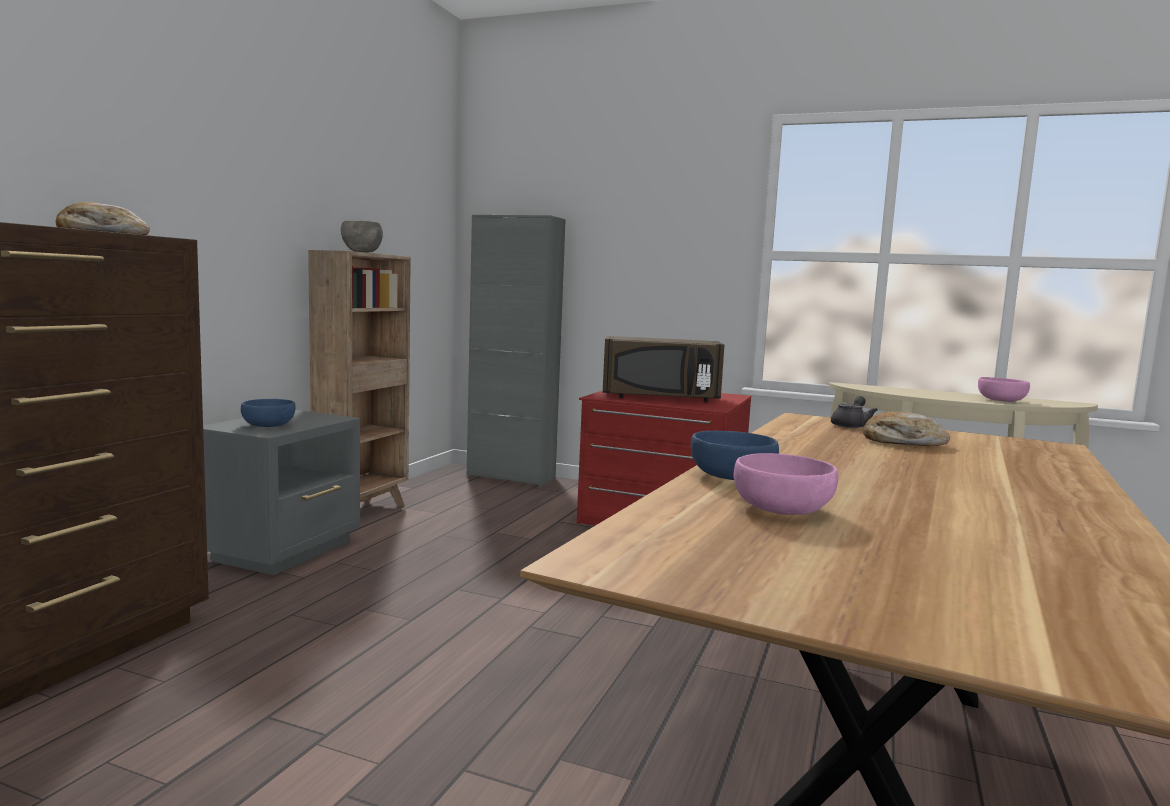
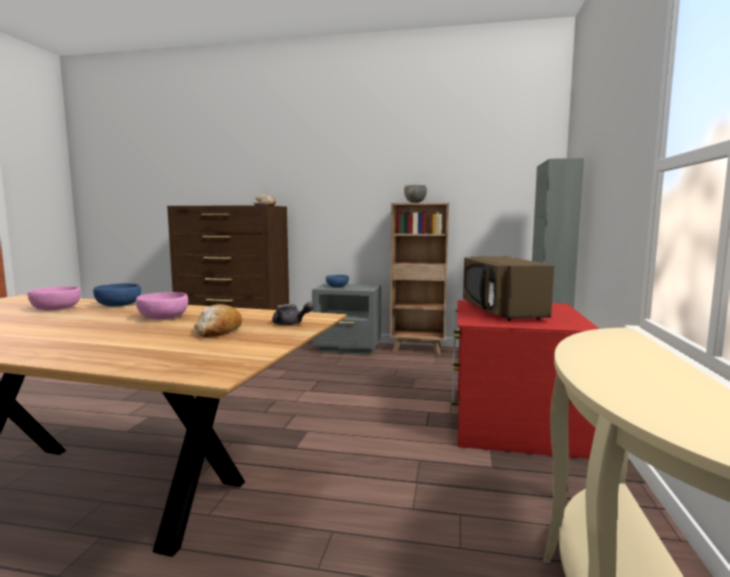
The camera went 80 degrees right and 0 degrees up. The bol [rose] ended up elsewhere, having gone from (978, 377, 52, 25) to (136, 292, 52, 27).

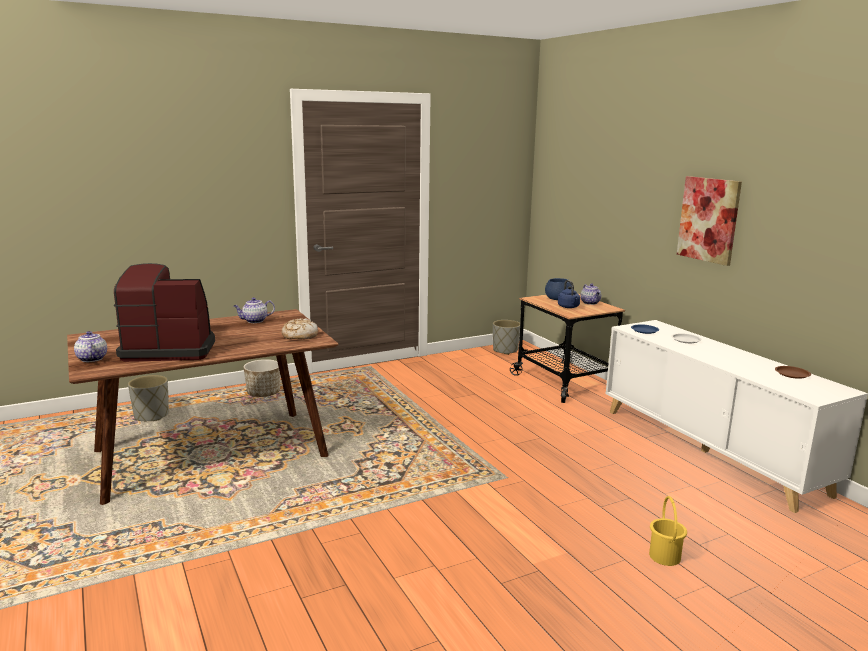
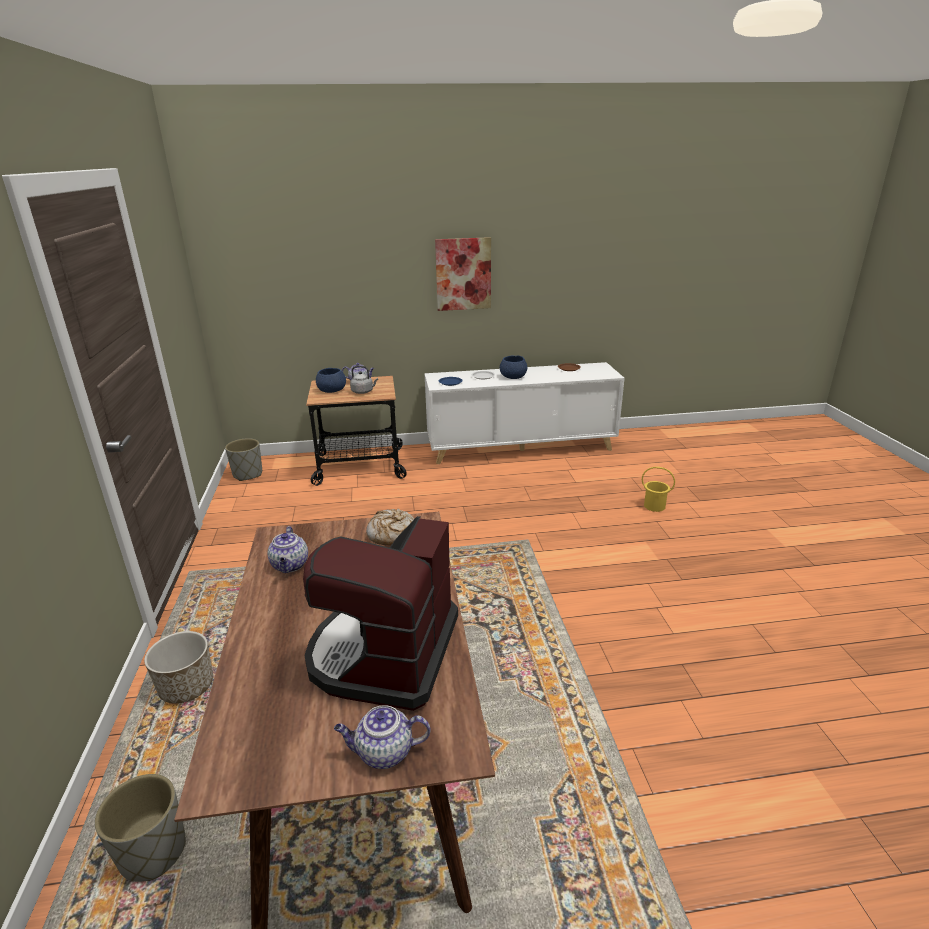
The camera went 70 degrees left and 10 degrees up. What was the bouilloire [bleu] at (558, 280, 22, 28) turned into the bouilloire [gris] at (350, 366, 28, 28). The second view gained the bol [bleu] at (500, 355, 27, 24).

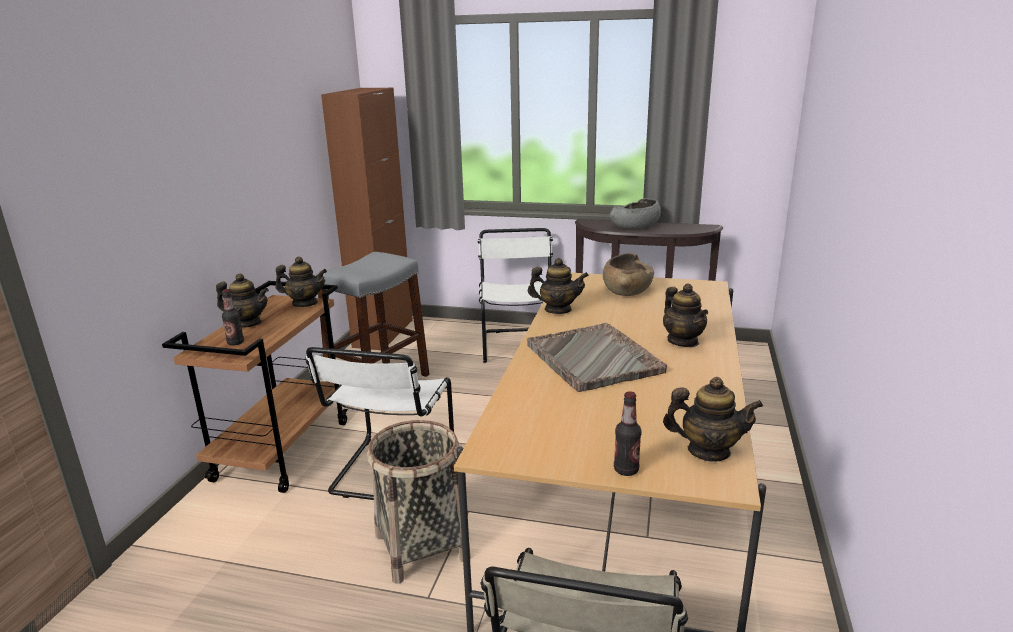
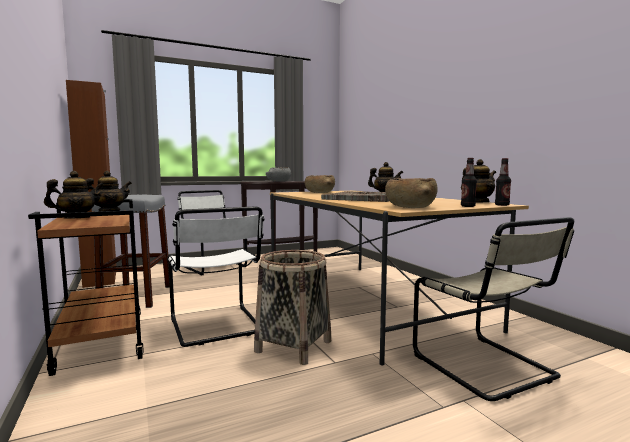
The camera went 40 degrees left and 15 degrees down. The bouteille ended up elsewhere, having gone from (222, 289, 22, 57) to (495, 158, 16, 48). The second view lost the théière at (528, 258, 61, 56). The second view gained the bol [marron] at (385, 178, 52, 30).

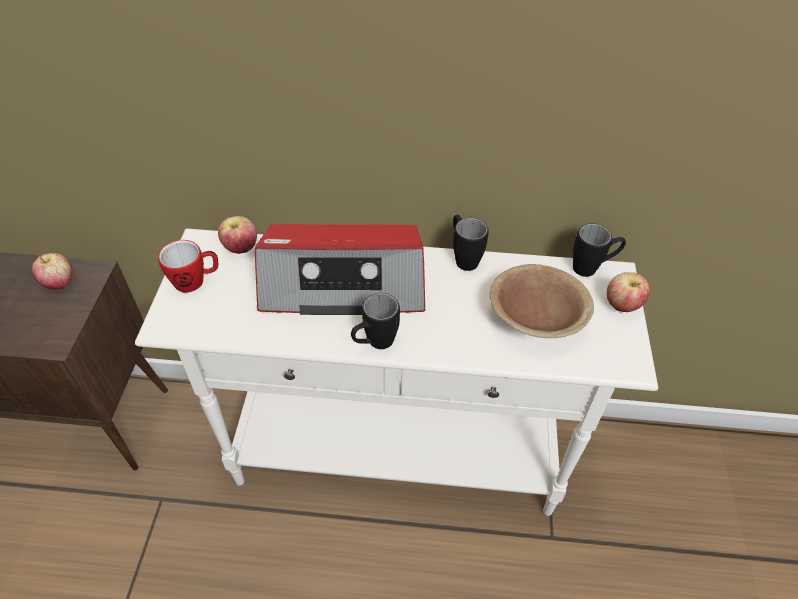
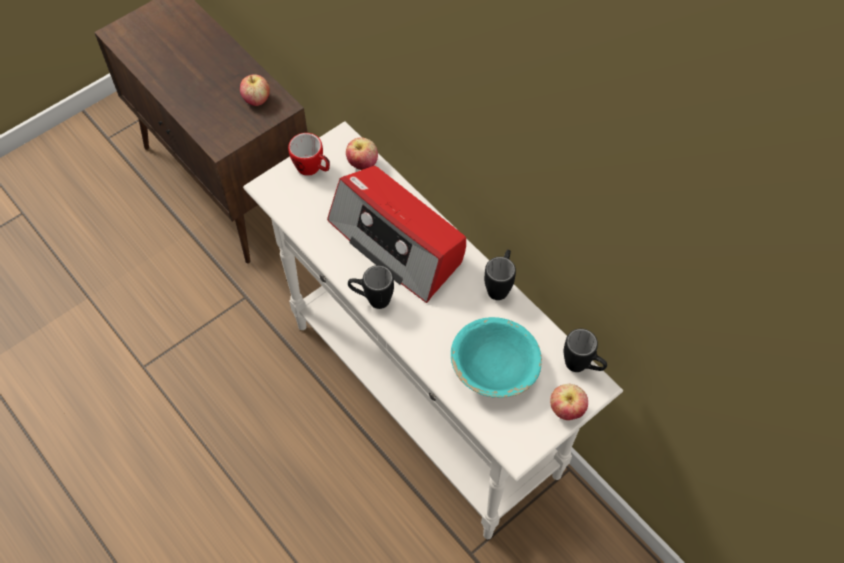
The camera went 45 degrees right and 10 degrees up. What was the bol [marron] at (490, 264, 104, 74) turned into the bol [turquoise] at (451, 317, 91, 81).

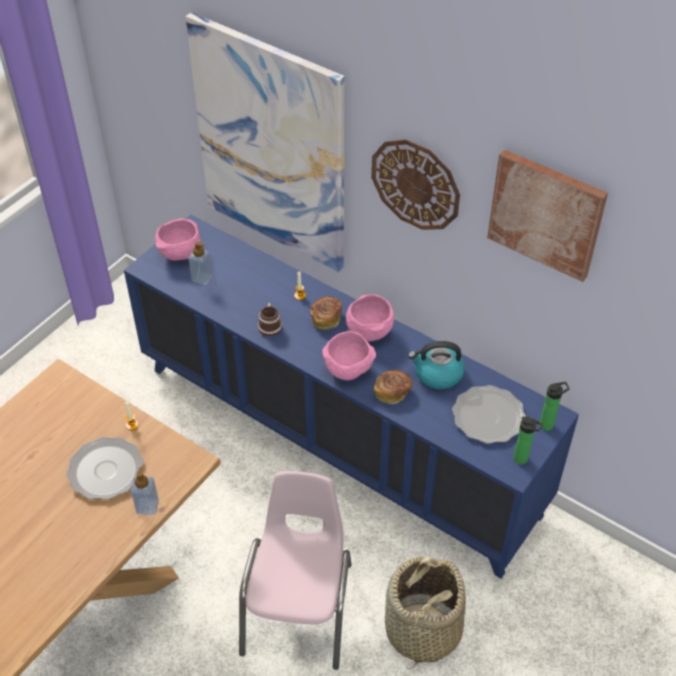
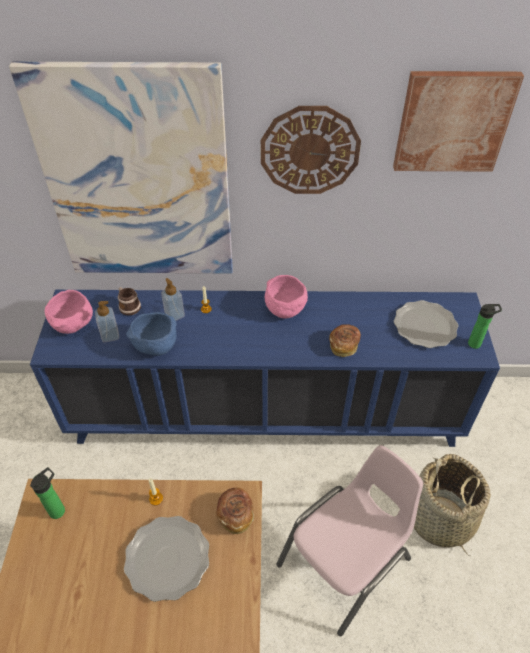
The camera went 35 degrees left and 0 degrees up. The distributeur de savon ended up elsewhere, having gone from (131, 467, 28, 48) to (161, 278, 24, 43). The chaise [rose] at (239, 471, 113, 199) ended up facing another way, 75 degrees clockwise from before. The mug ended up elsewhere, having gone from (258, 303, 24, 33) to (118, 287, 23, 28). The pain ended up elsewhere, having gone from (310, 296, 32, 34) to (216, 488, 38, 46). The second view lost the bol [rose] at (322, 331, 54, 49). The second view lost the bouilloire at (408, 341, 57, 48). The bouteille ended up elsewhere, having gone from (540, 382, 30, 49) to (30, 467, 35, 52). The second view gained the bol [bleu] at (126, 312, 51, 44).

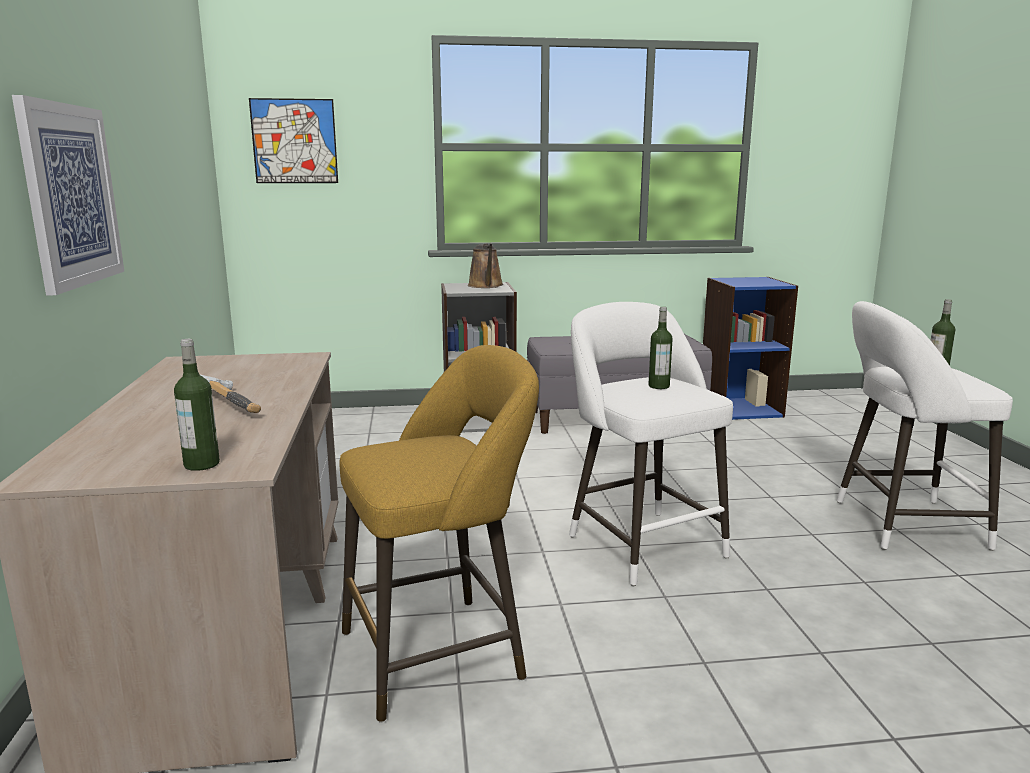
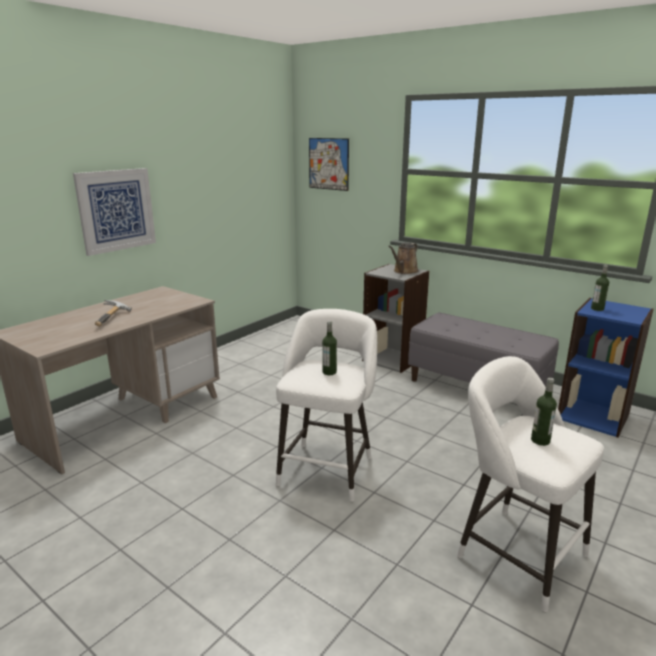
The camera went 45 degrees right and 5 degrees up. The bouteille ended up elsewhere, having gone from (174, 339, 46, 132) to (591, 265, 18, 46). The second view lost the tabouret [jaune] at (340, 345, 199, 378).

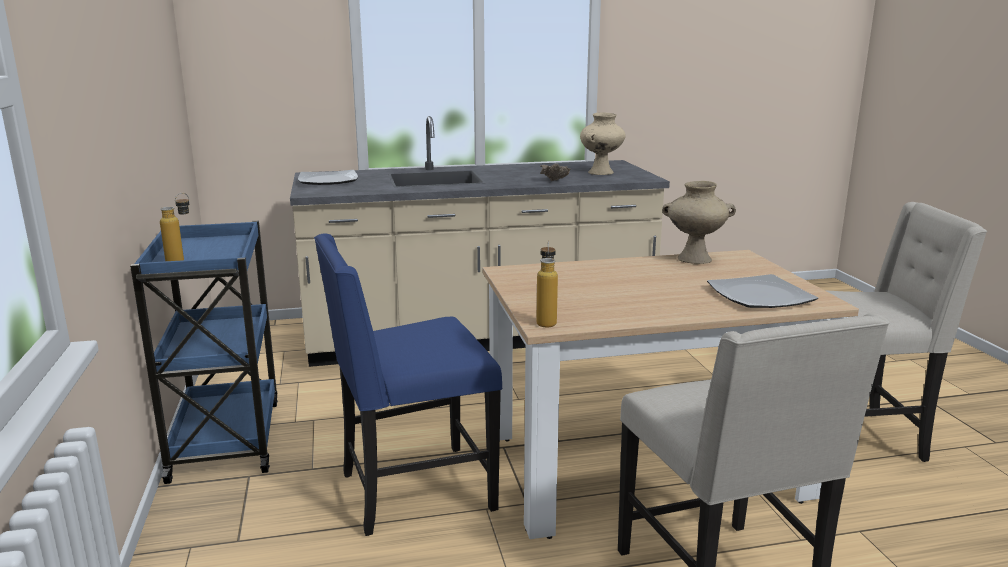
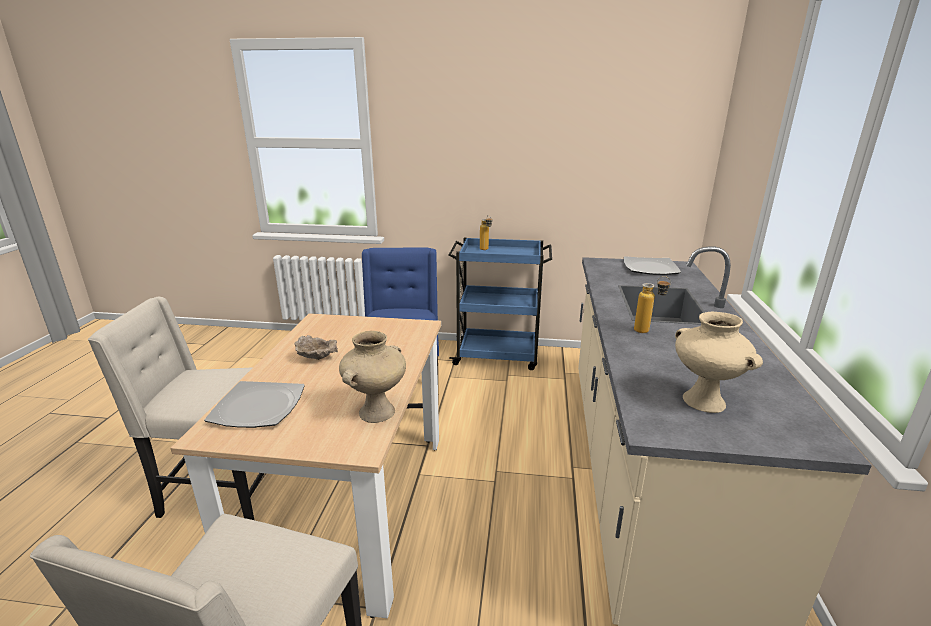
The camera went 110 degrees right and 5 degrees up. The bouteille ended up elsewhere, having gone from (536, 240, 22, 87) to (634, 276, 37, 57). The bol [beige] ended up elsewhere, having gone from (540, 163, 31, 18) to (294, 335, 44, 25).

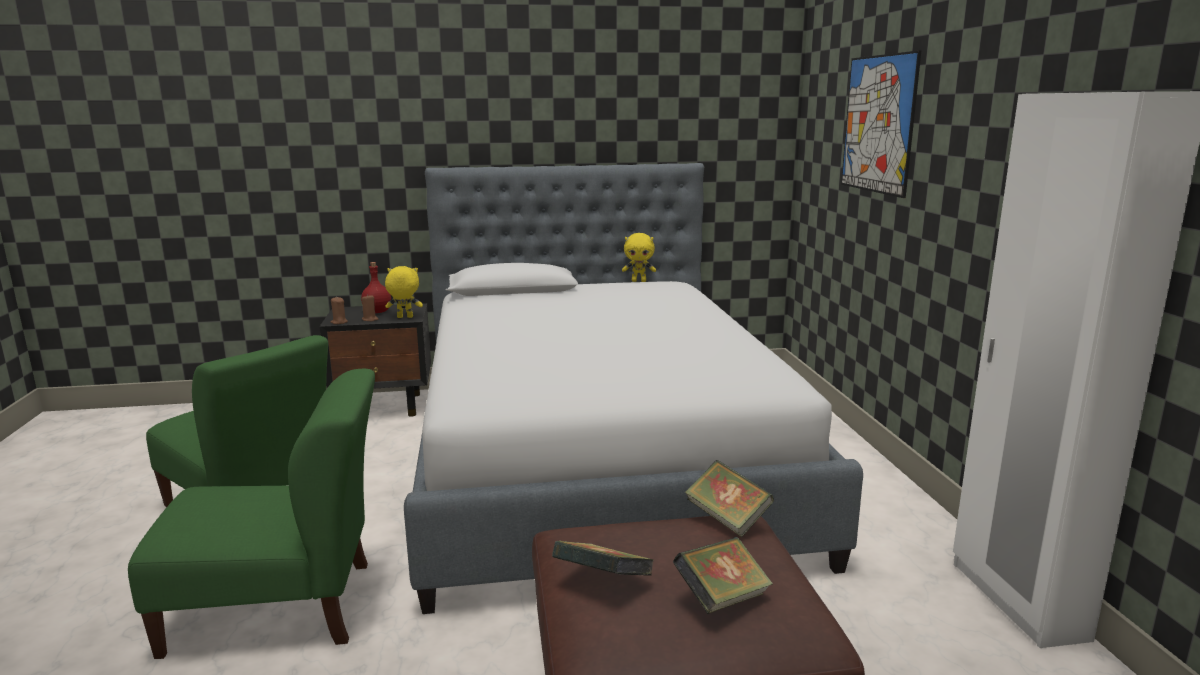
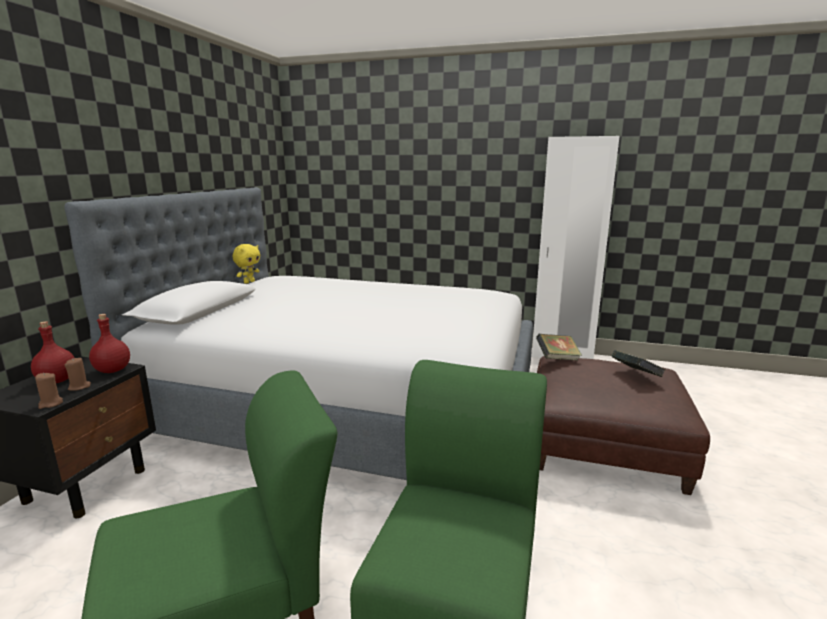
The camera went 65 degrees left and 0 degrees up. Where the peluche [jaune] stood at (385, 266, 38, 52), the bouteille [rouge] came to stand at (89, 314, 41, 59). The second view lost the livre at (552, 541, 102, 35). The second view lost the tableau at (841, 50, 80, 148).

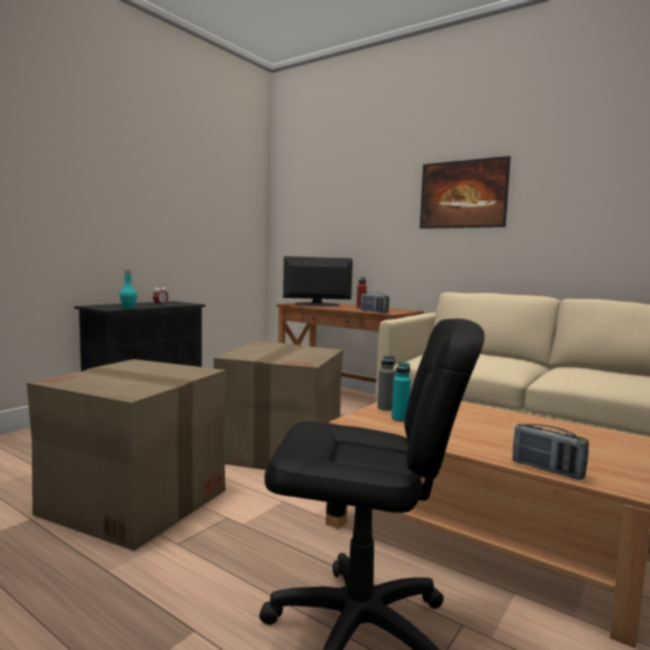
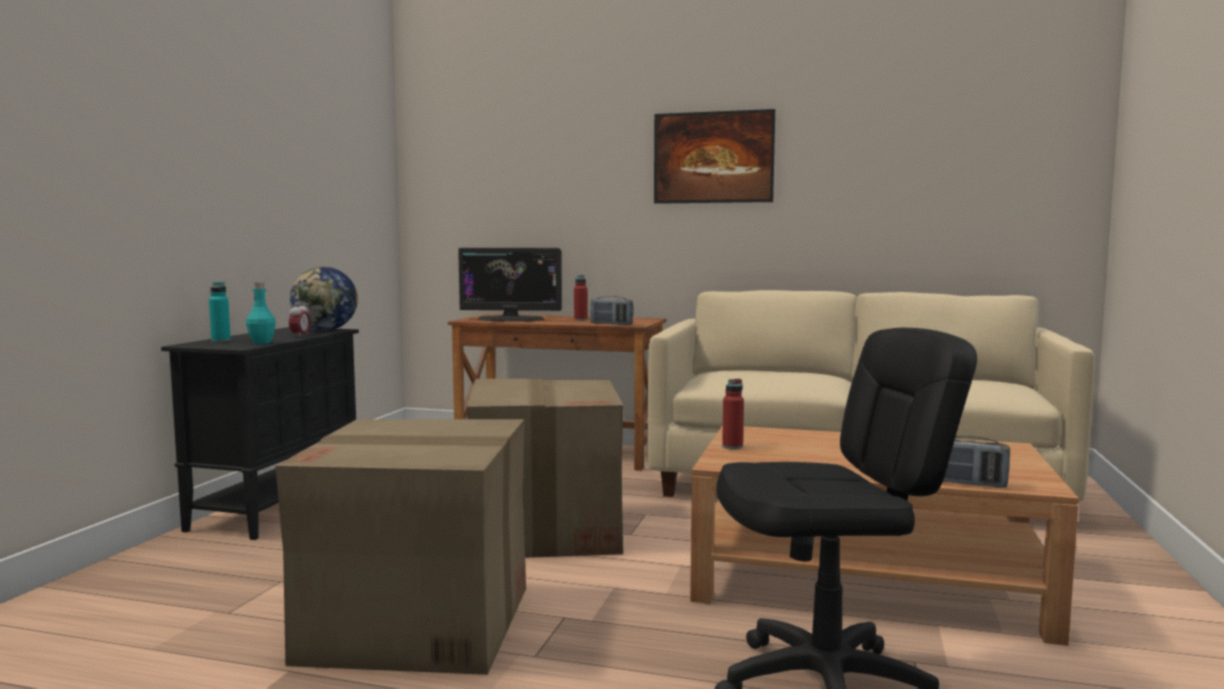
The camera went 20 degrees left and 0 degrees up. The écran d'ordinateur at (283, 256, 70, 51) ended up facing another way, 150 degrees counterclockwise from before. What was the bouteille [gris] at (377, 355, 18, 56) turned into the bouteille [rouge] at (722, 379, 22, 71). The bouteille [turquoise] ended up elsewhere, having gone from (392, 362, 19, 60) to (209, 282, 22, 60). The second view gained the globe at (290, 267, 68, 64).

